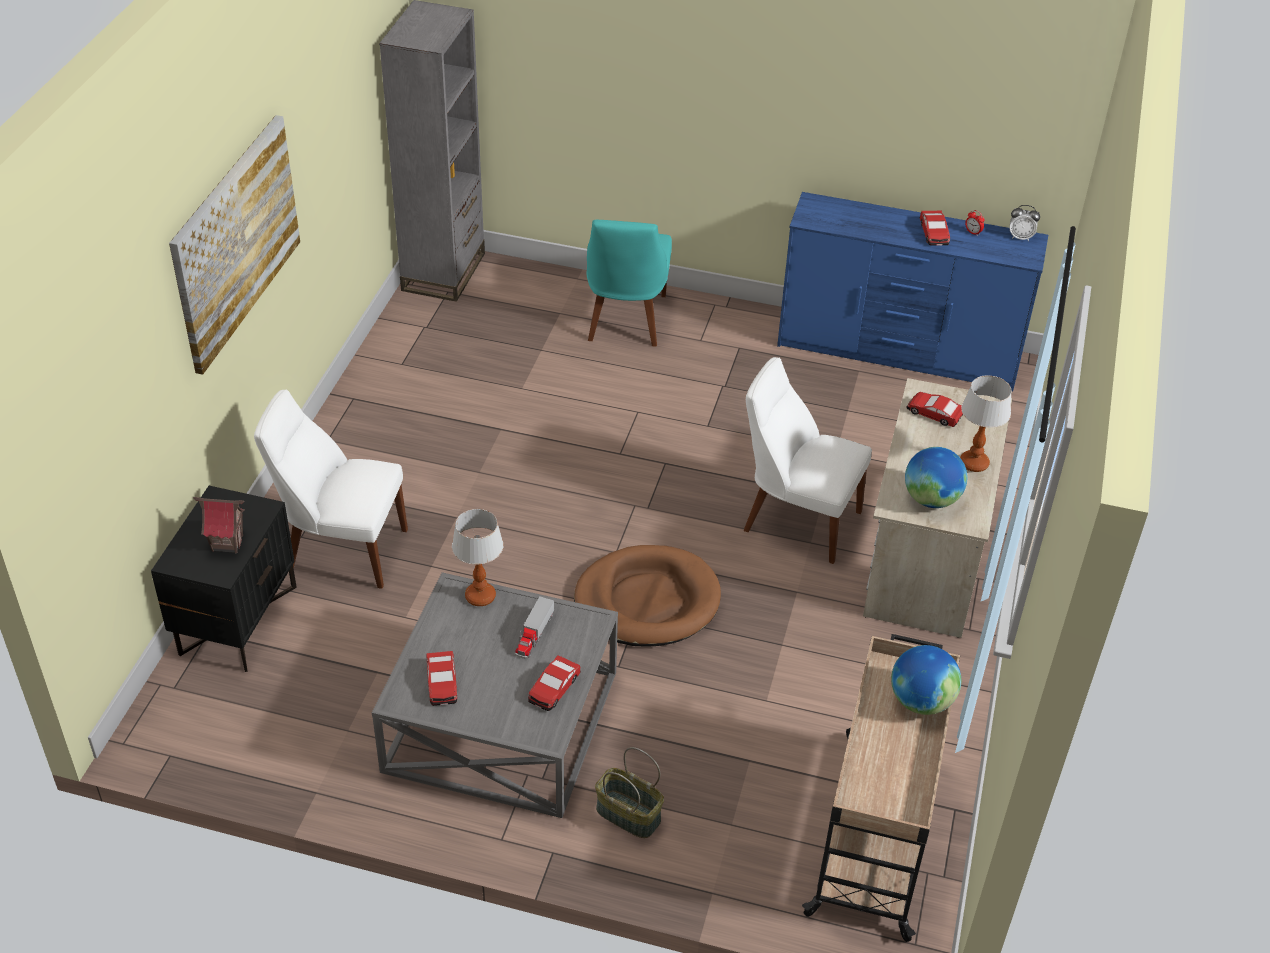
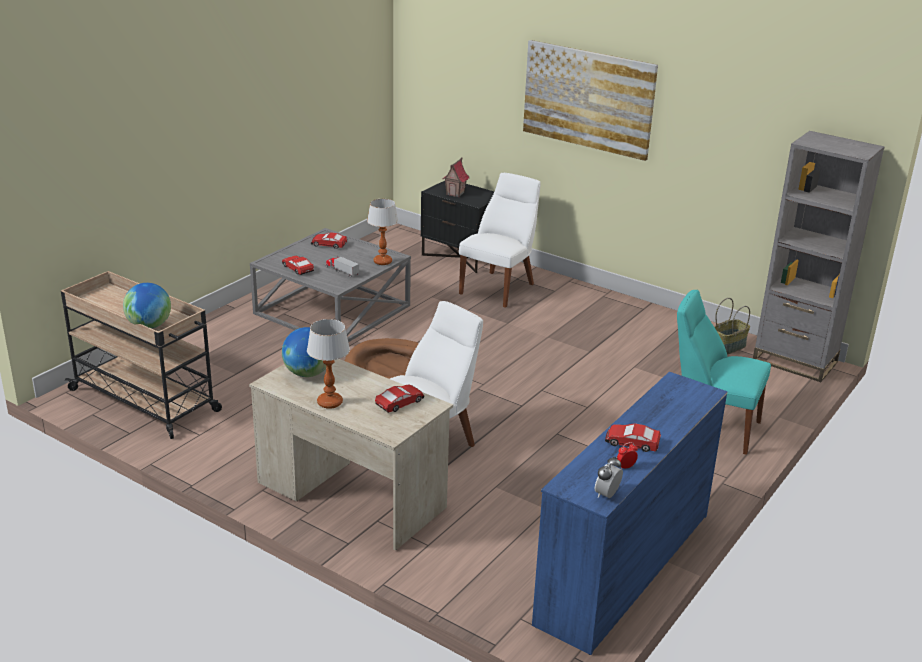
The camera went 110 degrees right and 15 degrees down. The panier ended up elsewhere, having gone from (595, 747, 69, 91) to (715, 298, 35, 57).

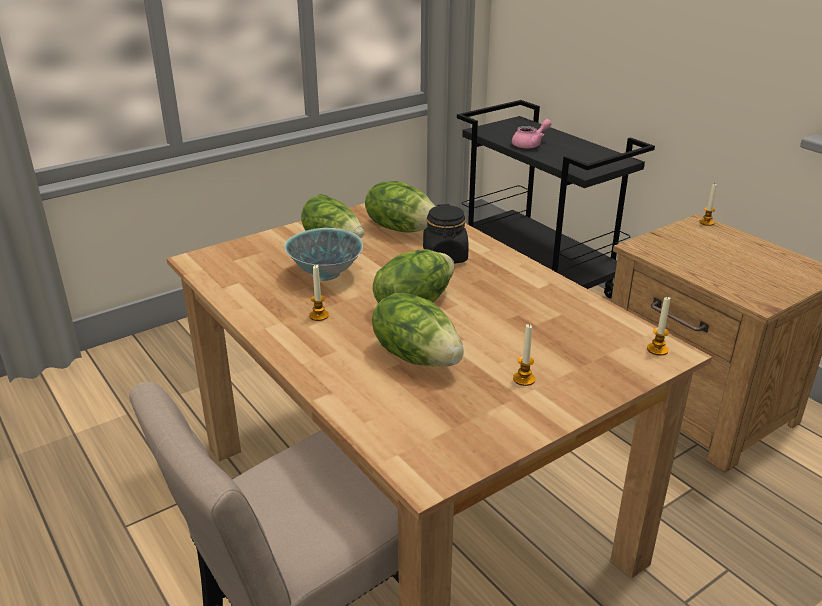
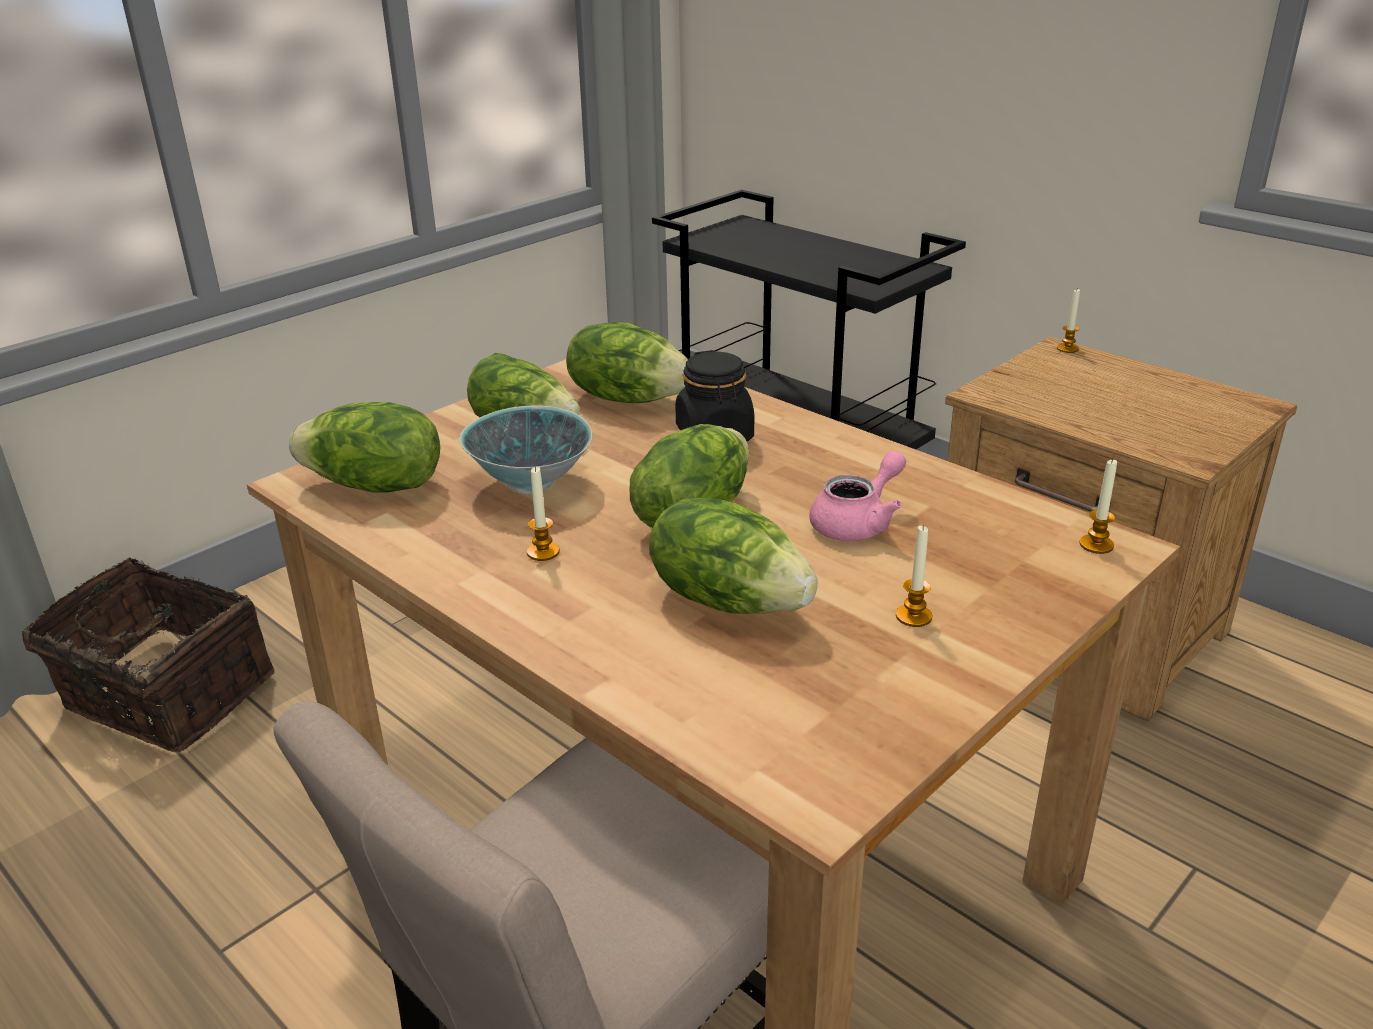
The camera went 10 degrees left and 0 degrees up. The théière [rose] ended up elsewhere, having gone from (512, 119, 40, 30) to (810, 451, 96, 90). The second view gained the panier at (22, 557, 253, 195). The second view gained the laitue at (289, 402, 151, 91).

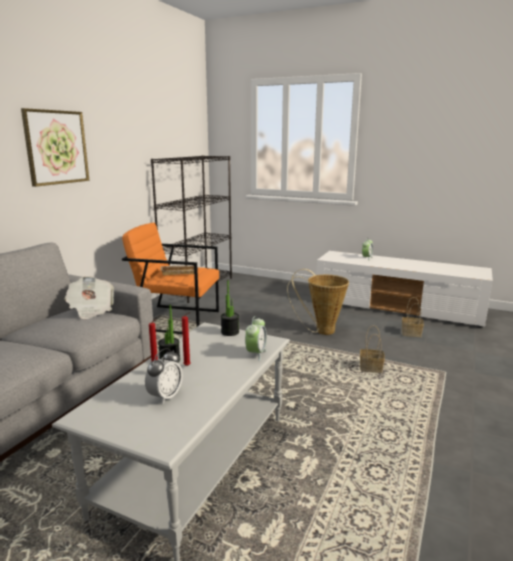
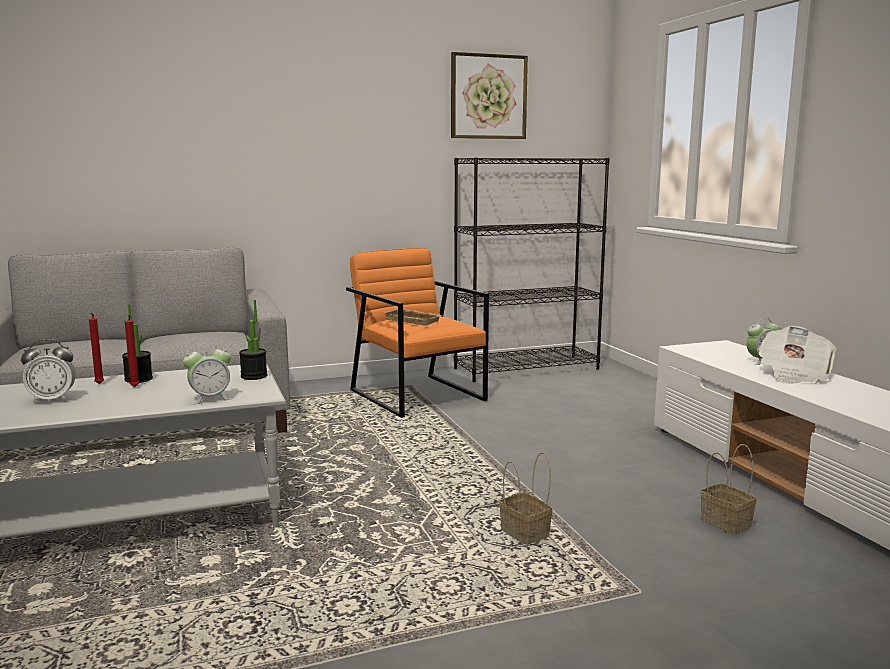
The camera went 45 degrees right and 5 degrees down. The tableau ended up elsewhere, having gone from (21, 108, 68, 79) to (451, 52, 77, 87). The journal ended up elsewhere, having gone from (64, 276, 50, 43) to (757, 326, 80, 58). The second view lost the panier at (287, 269, 62, 66).

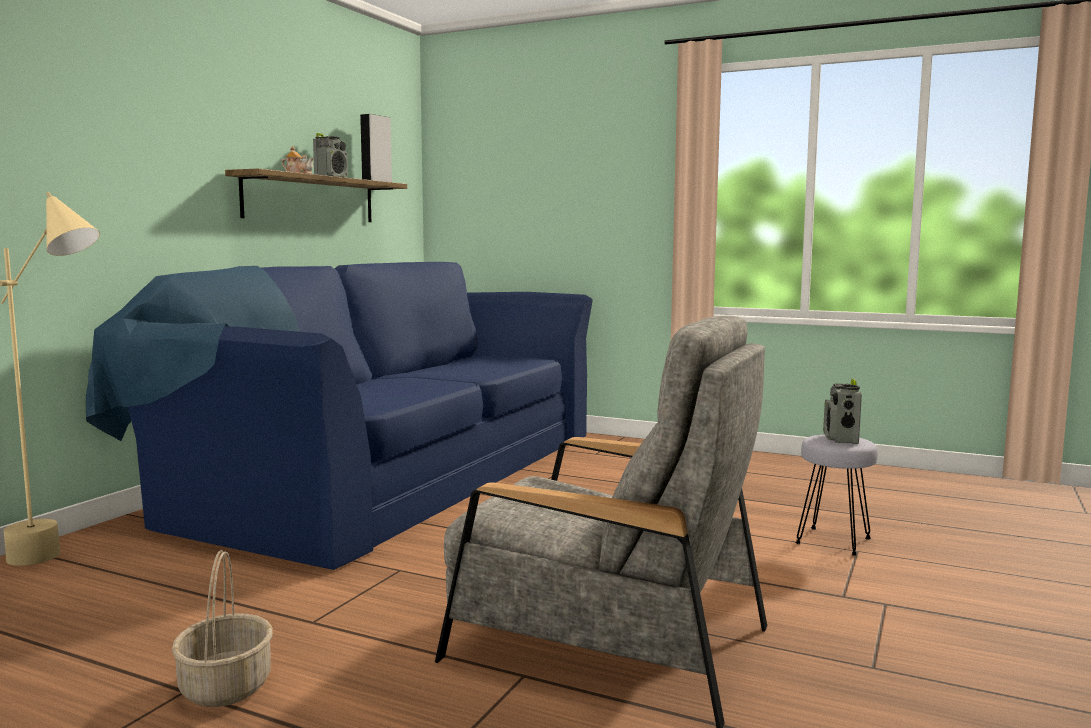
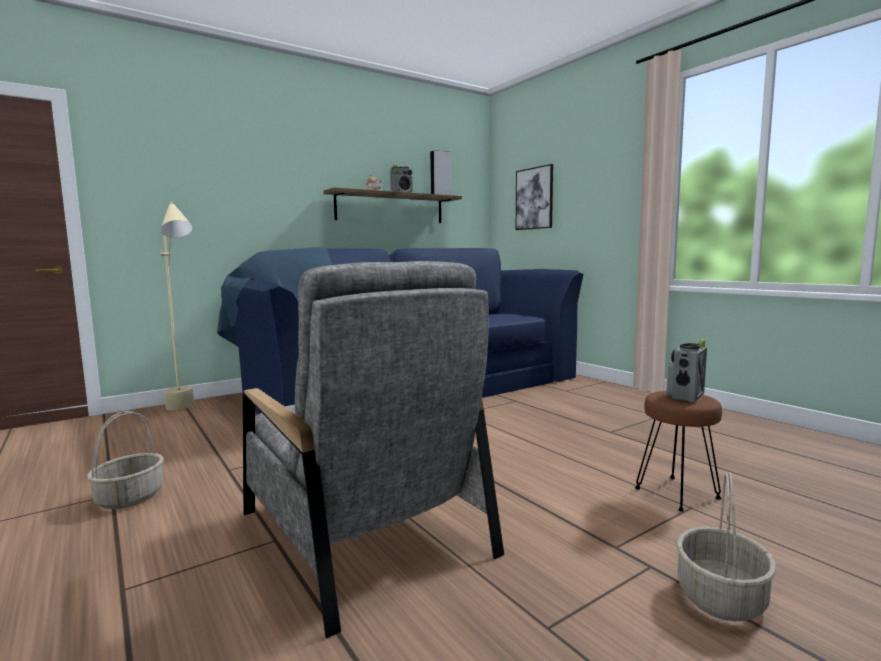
The camera went 30 degrees right and 0 degrees up. What was the tabouret [gris] at (795, 435, 83, 121) turned into the tabouret [marron] at (635, 391, 87, 121). The second view gained the tableau at (516, 164, 37, 66). The second view gained the panier at (676, 472, 100, 149).

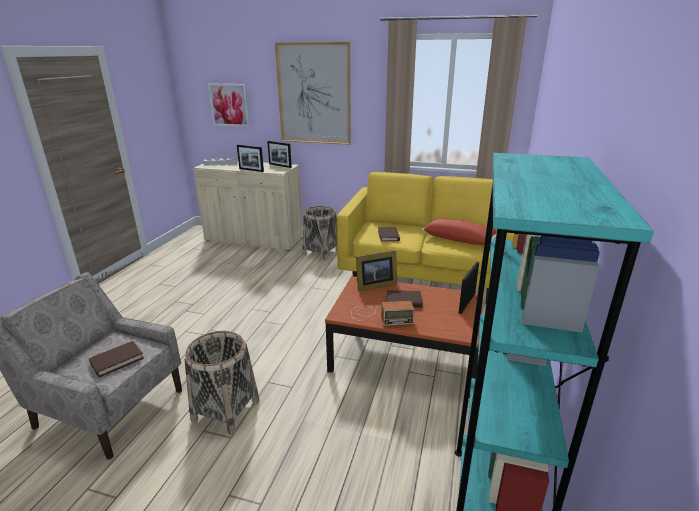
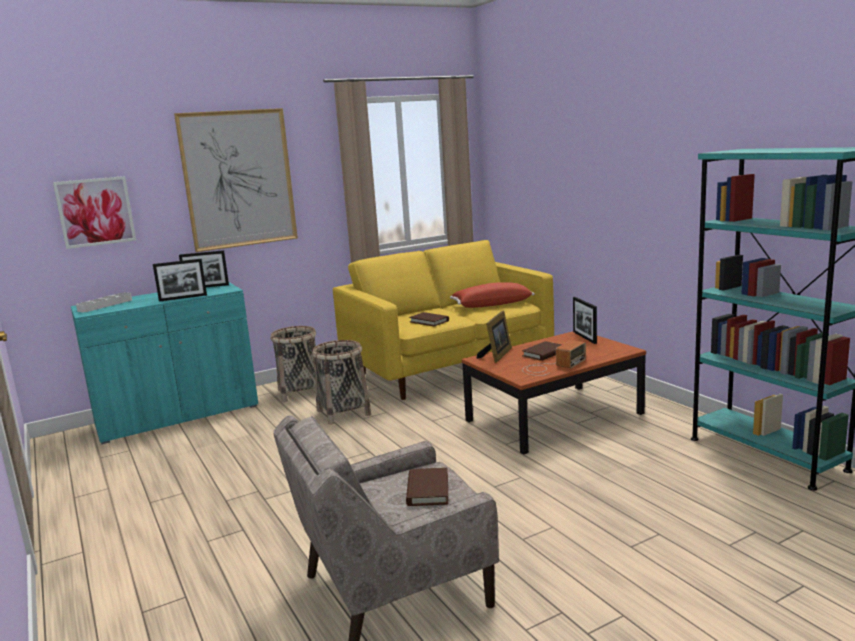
The camera went 45 degrees left and 10 degrees down. The panier ended up elsewhere, having gone from (185, 331, 74, 104) to (312, 340, 59, 85). What was the meuble de rangement [beige] at (193, 161, 110, 90) turned into the meuble de rangement [turquoise] at (71, 282, 187, 162).

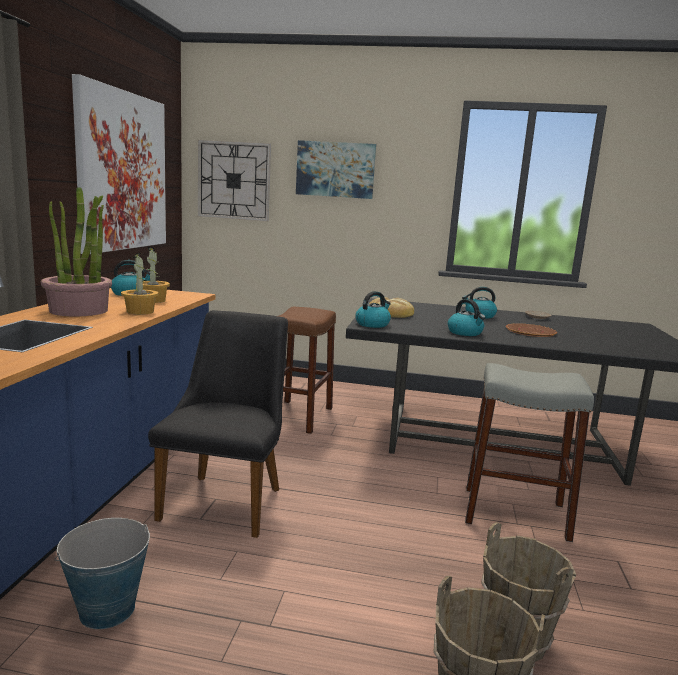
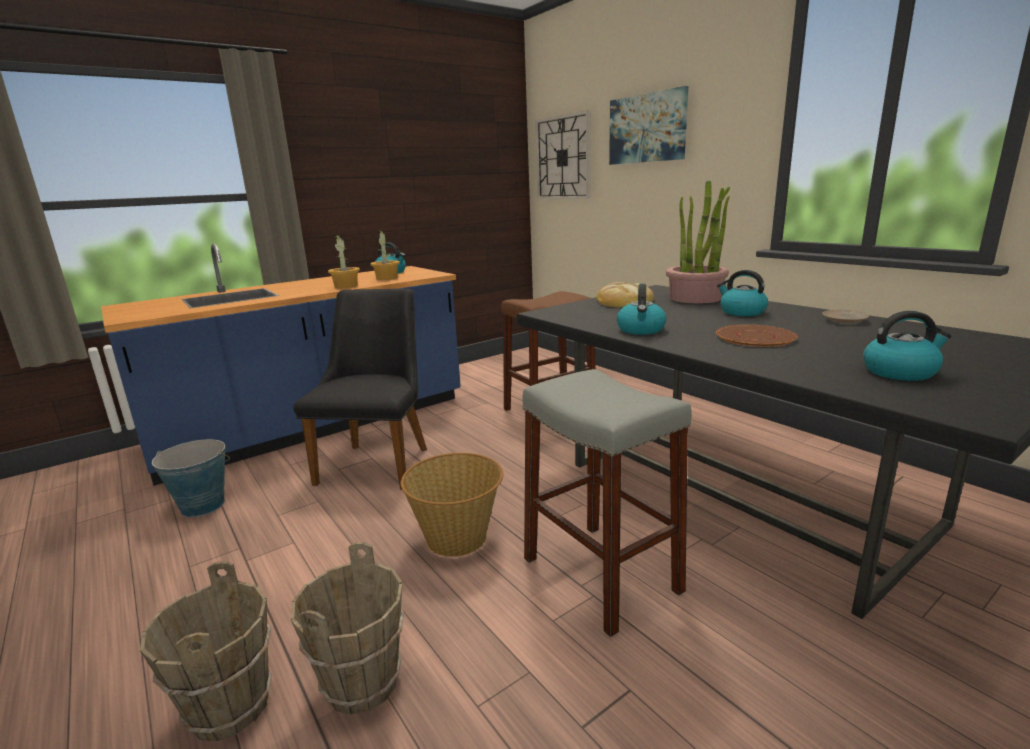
The camera went 45 degrees right and 5 degrees up. The plante en pot ended up elsewhere, having gone from (41, 187, 71, 130) to (666, 180, 64, 124). The second view lost the tableau at (72, 74, 94, 180). The chaise [noir] at (148, 310, 140, 228) ended up facing another way, 45 degrees counterclockwise from before. The bouilloire ended up elsewhere, having gone from (355, 291, 36, 37) to (863, 311, 89, 70). The second view gained the panier at (401, 453, 102, 104).

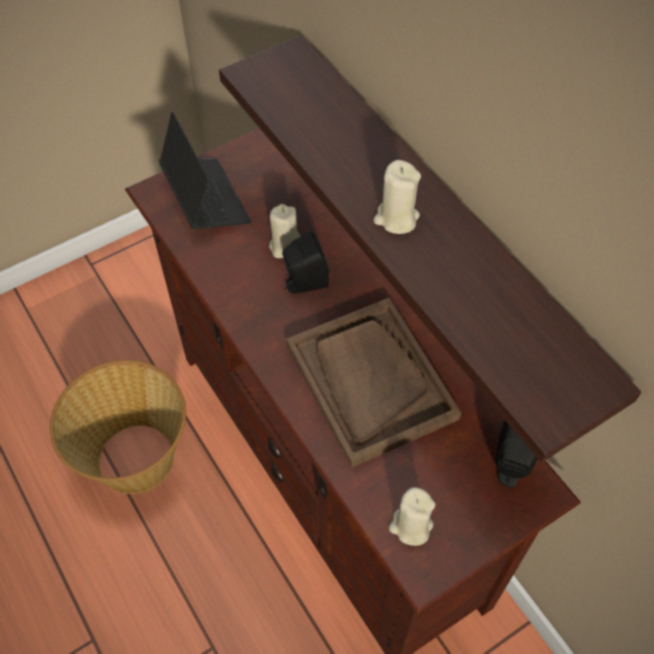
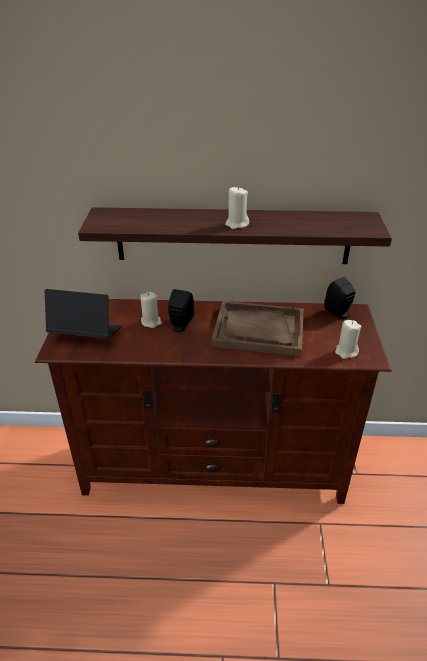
The camera went 55 degrees left and 20 degrees down. The second view lost the panier at (50, 360, 136, 134).

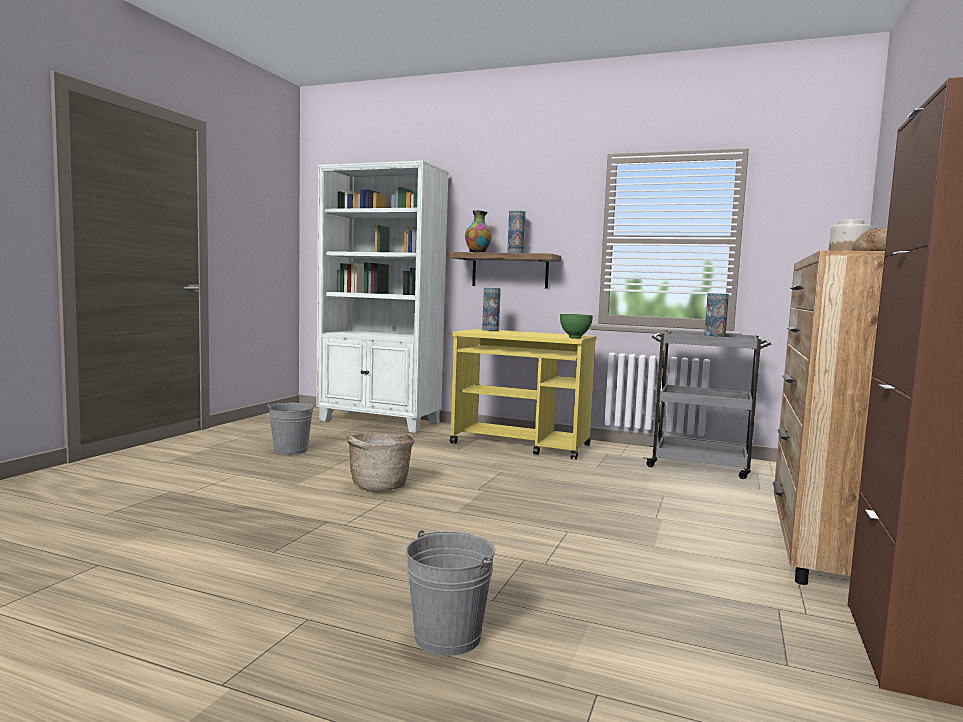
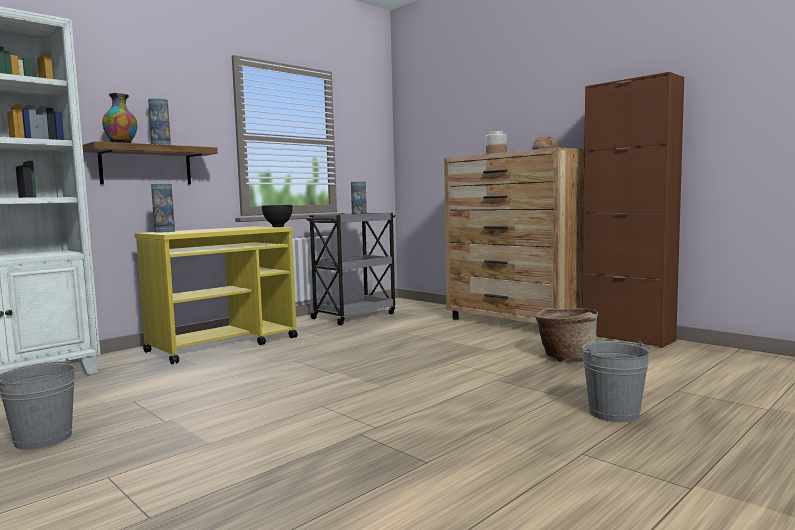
The camera went 65 degrees left and 0 degrees up. The panier ended up elsewhere, having gone from (346, 433, 69, 57) to (535, 308, 63, 54). What was the bol [vert] at (560, 314, 33, 25) turned into the bol [noir] at (262, 205, 31, 22).

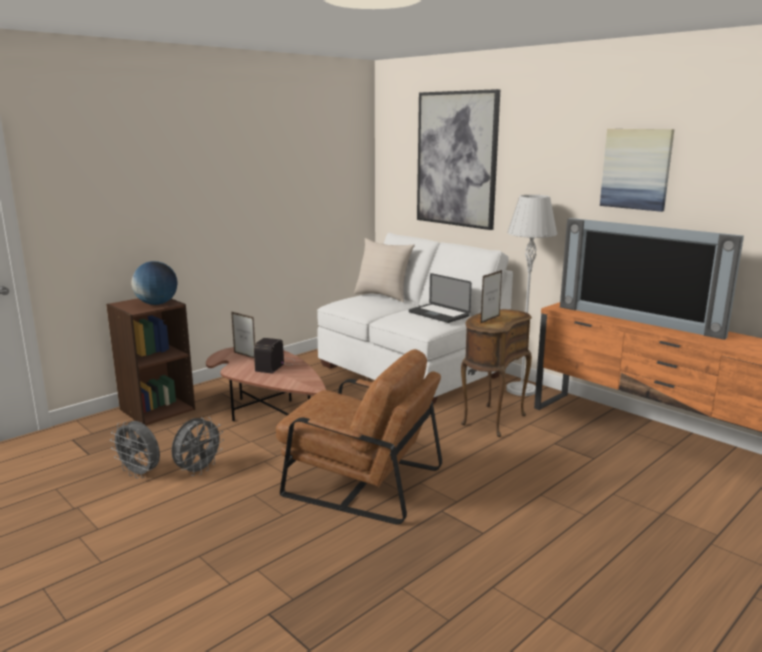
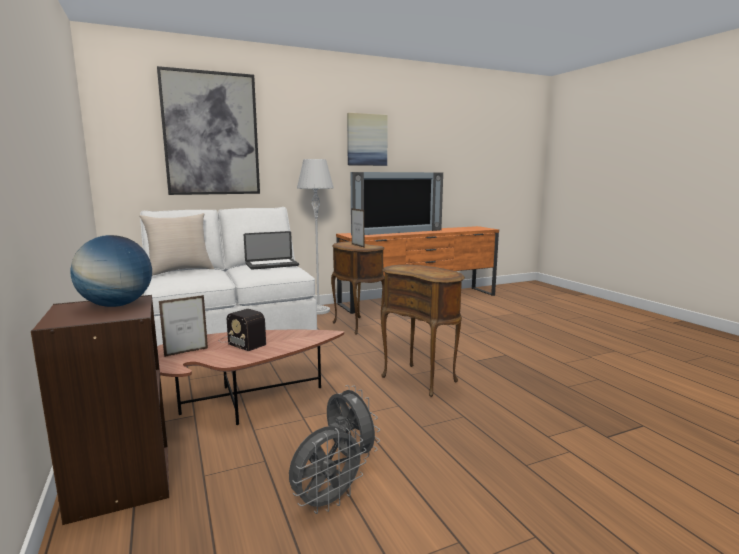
The camera went 70 degrees left and 5 degrees down. Where the fauteuil [marron] stood at (276, 349, 166, 176), the table d'appoint [marron] came to stand at (381, 265, 84, 132).

